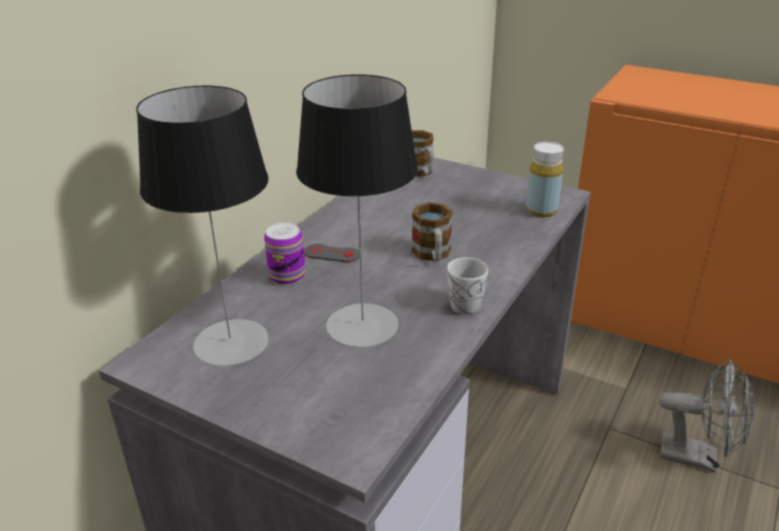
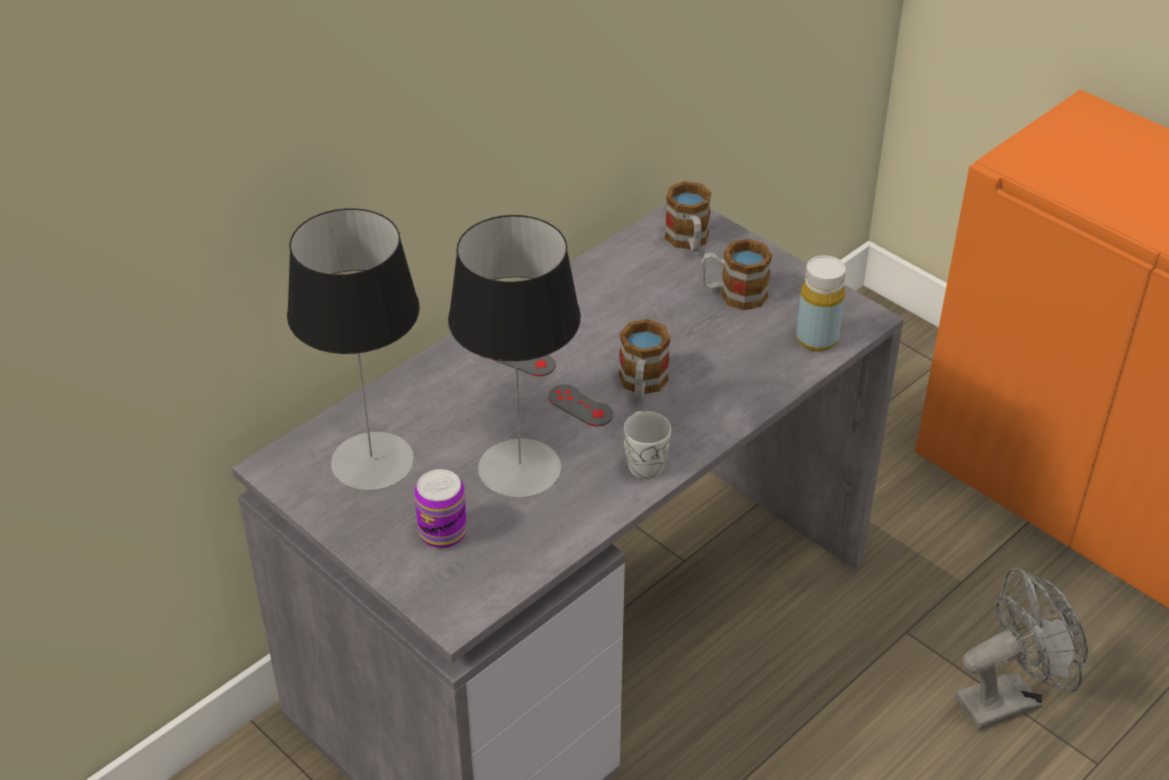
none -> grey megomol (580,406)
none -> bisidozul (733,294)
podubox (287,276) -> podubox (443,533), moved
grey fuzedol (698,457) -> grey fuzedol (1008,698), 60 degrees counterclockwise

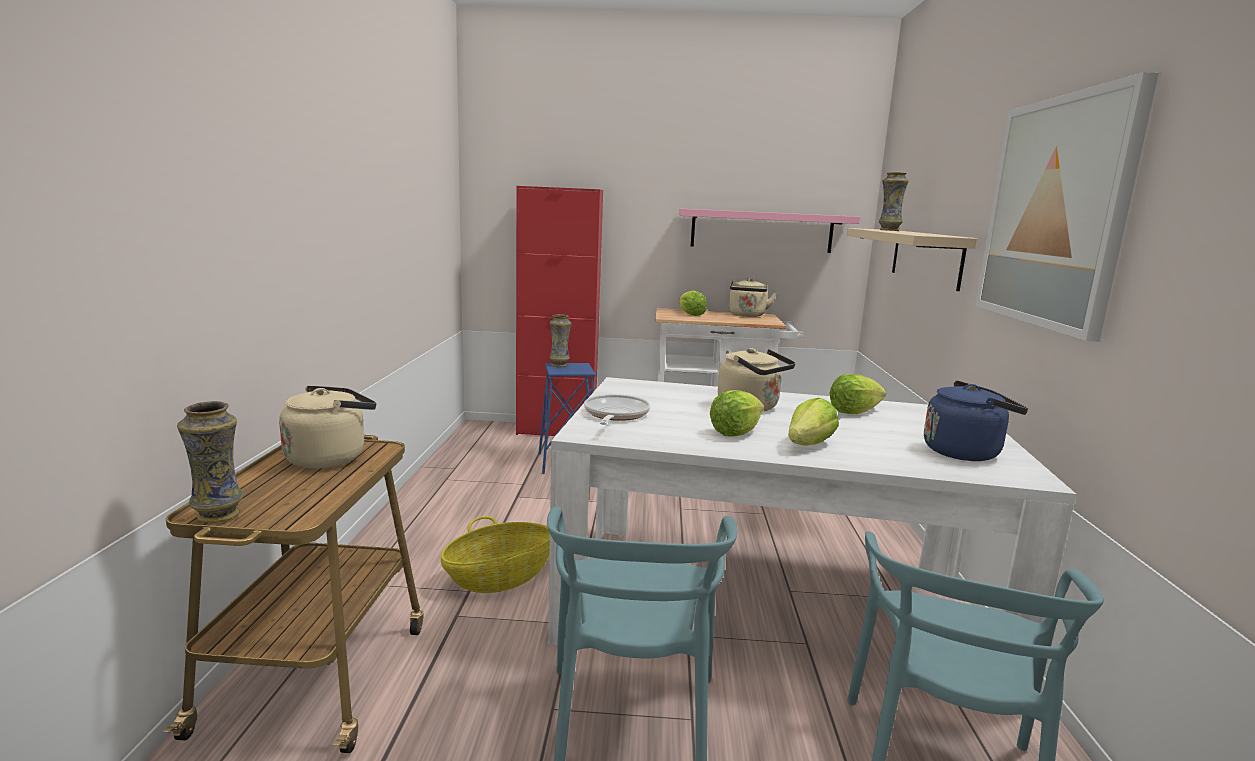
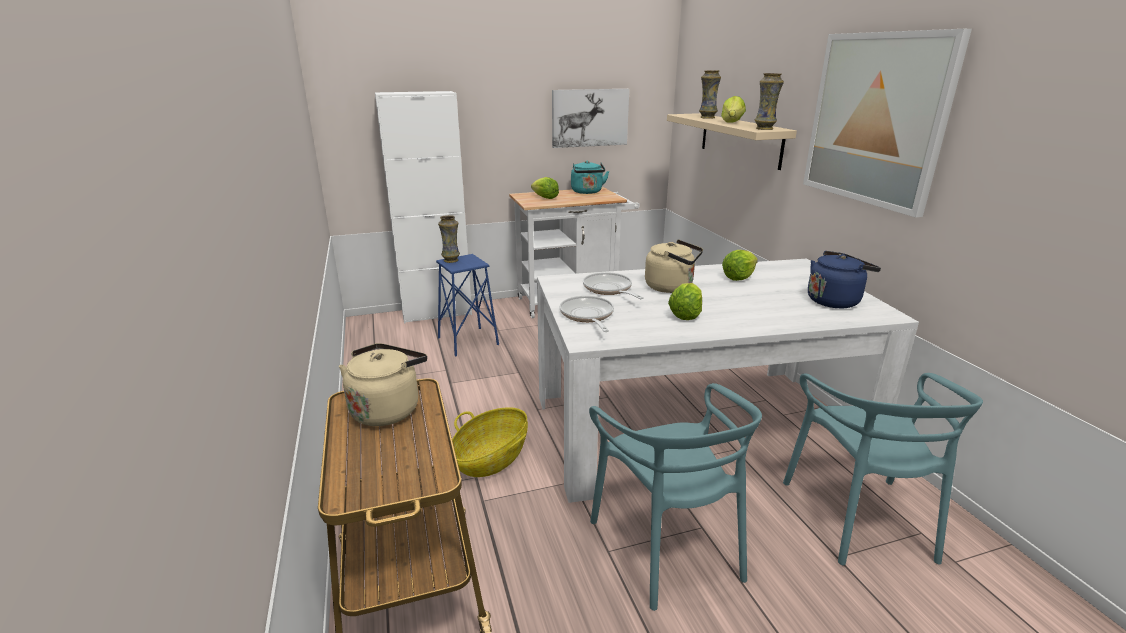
none -> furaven (609,289)
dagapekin (218,515) -> dagapekin (765,129), moved
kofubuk (808,445) -> kofubuk (732,122), moved
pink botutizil (761,231) -> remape (589,117)
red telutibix (556,431) -> white telutibix (437,313)
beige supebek (747,315) -> turquoise supebek (587,192)

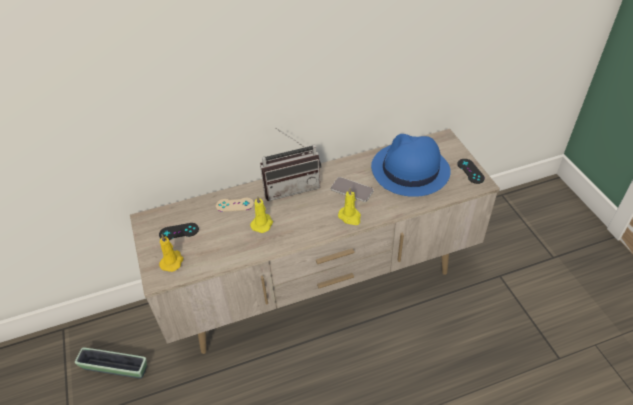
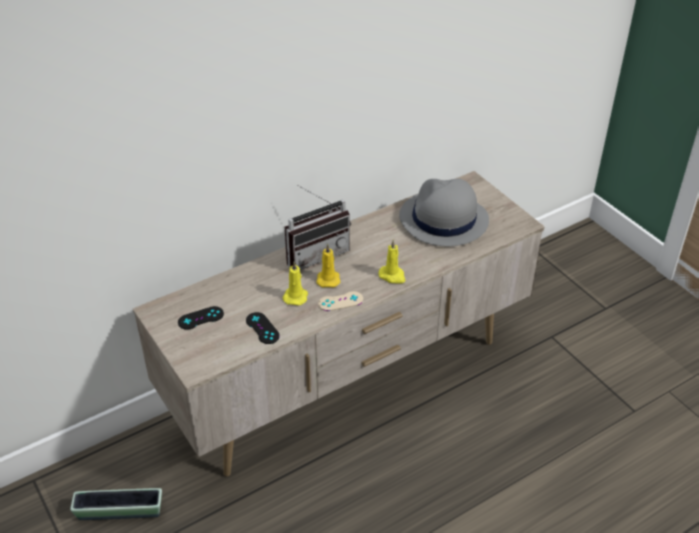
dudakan (352,190) -> none
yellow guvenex (172,261) -> yellow guvenex (328,279), moved
beige megomol (234,205) -> beige megomol (340,301), moved
black megomol (470,171) -> black megomol (262,328), moved
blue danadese (409,170) -> grey danadese (443,219)

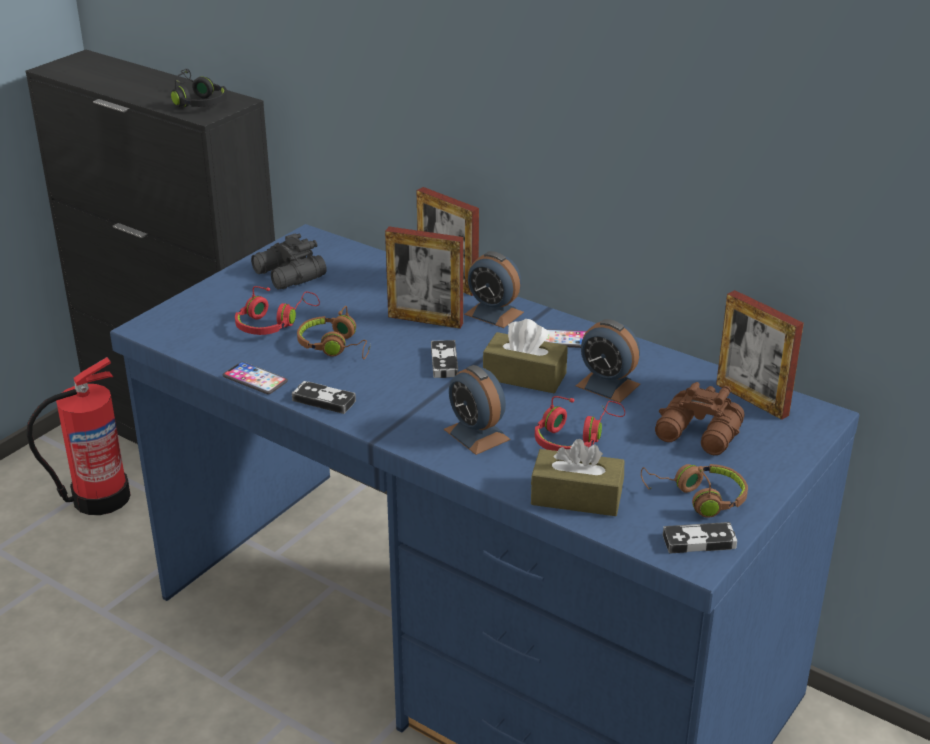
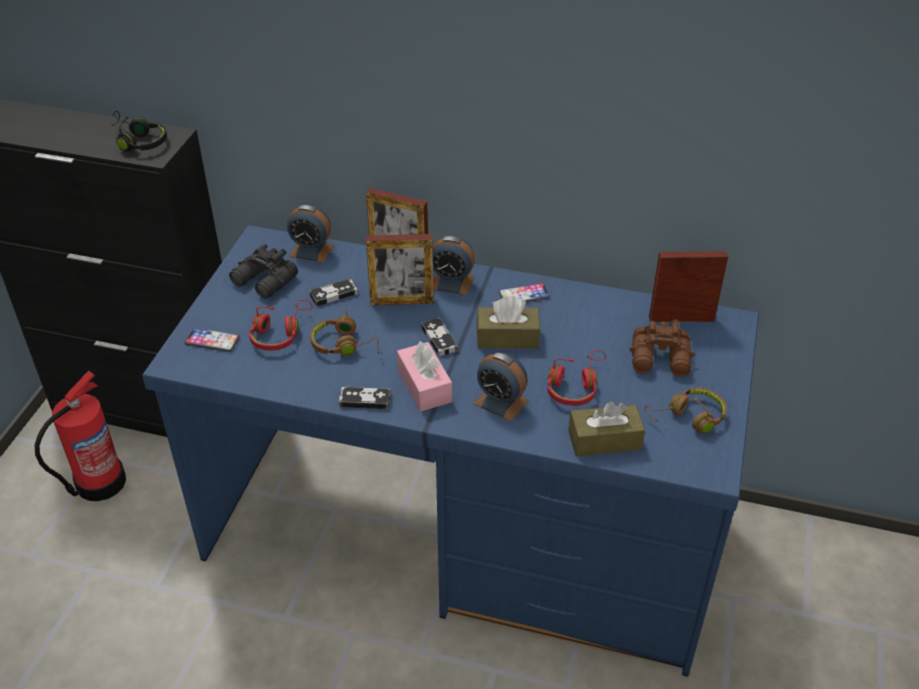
none -> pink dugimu (424,386)
dudakan (255,379) -> dudakan (212,340), moved
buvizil (607,385) -> buvizil (311,250), moved
megomol (699,541) -> megomol (333,294), moved
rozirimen (752,399) -> rozirimen (681,318), 150 degrees clockwise

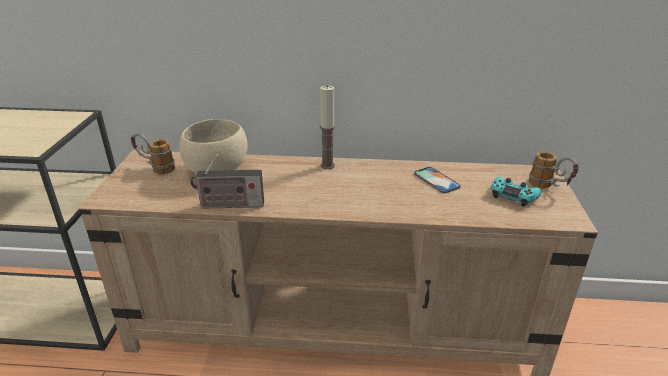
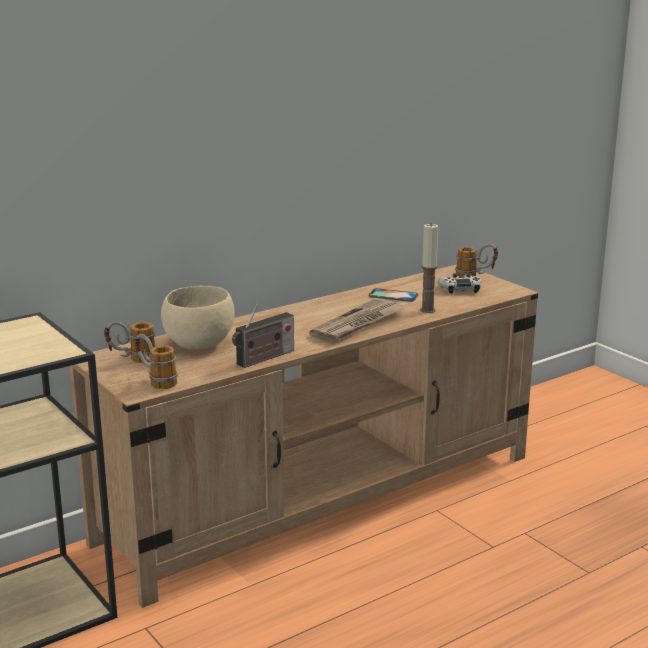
none -> bisidozul (155,380)
none -> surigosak (358,323)
guvenex (327,165) -> guvenex (427,310), moved
turquoise megomol (513,196) -> white megomol (460,289)

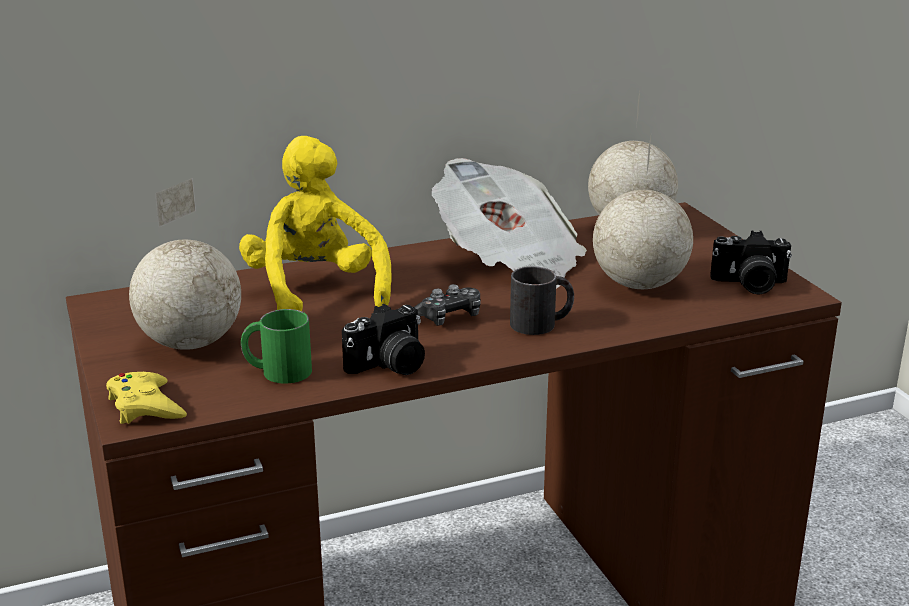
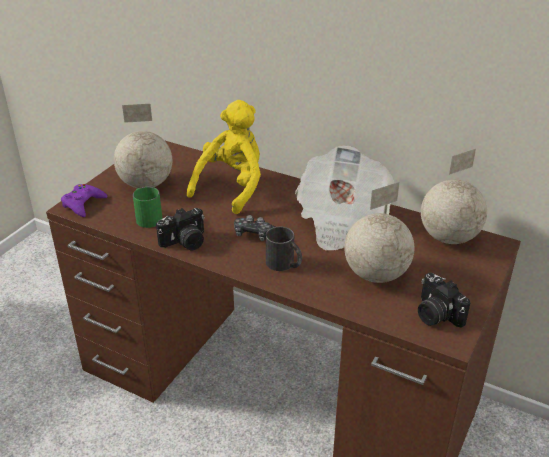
yellow megomol (145,406) -> purple megomol (83,204)
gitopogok (389,366) -> gitopogok (185,243), 45 degrees counterclockwise

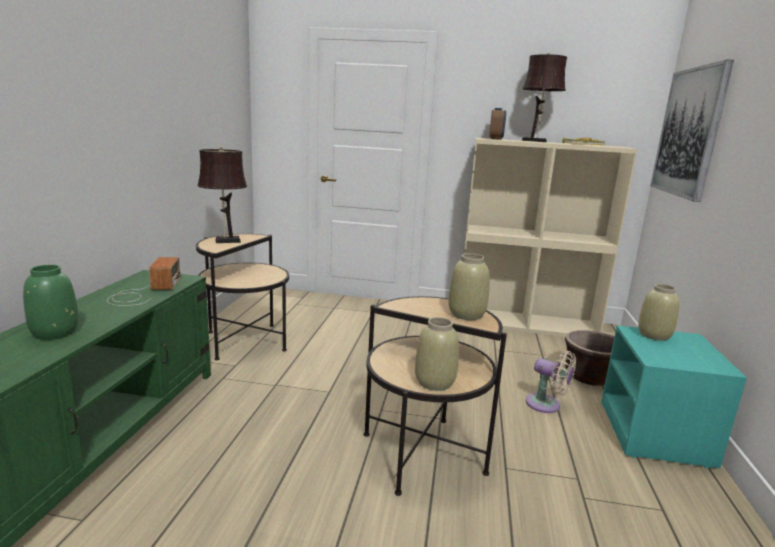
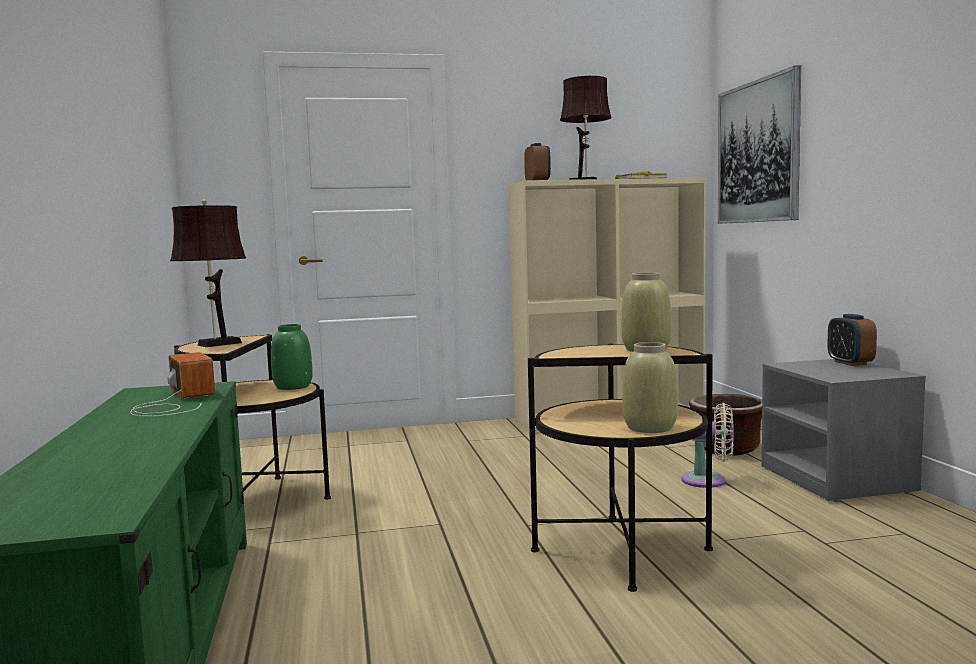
beige dagapekin (654,335) -> none
none -> buvizil (850,363)
green dagapekin (54,333) -> green dagapekin (292,387), moved
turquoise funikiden (656,434) -> grey funikiden (838,479)

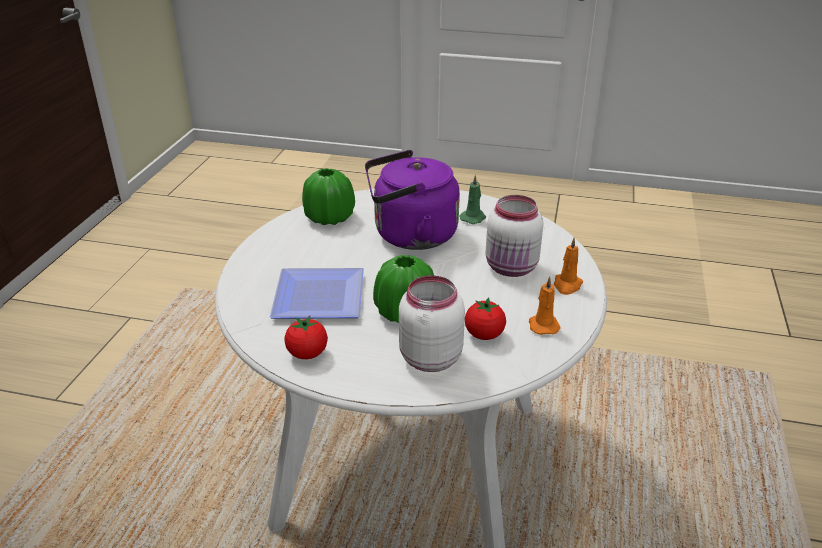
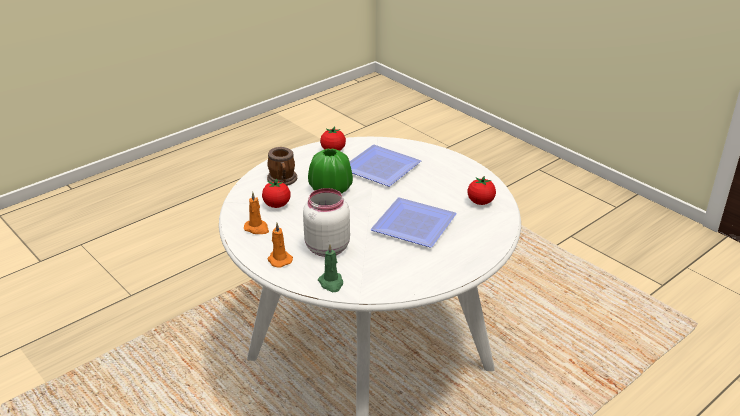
green guvenex (473,218) -> green guvenex (331,283), moved
green dagapekin (329,217) -> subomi (480,202)
purple supebek (410,236) -> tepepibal (417,224)
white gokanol (428,358) -> bisidozul (283,180)

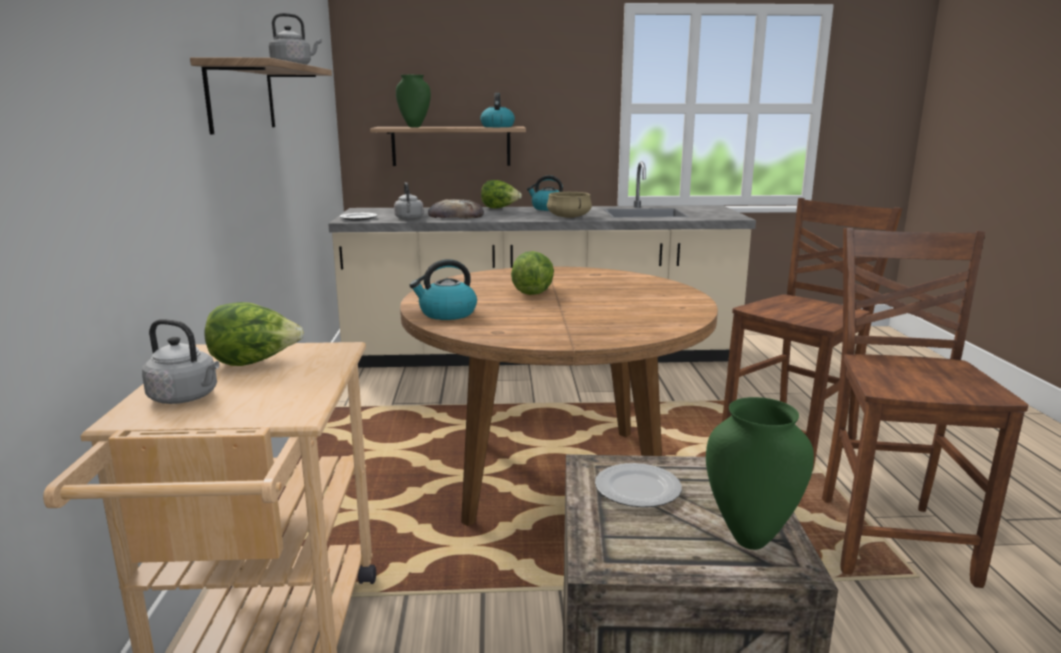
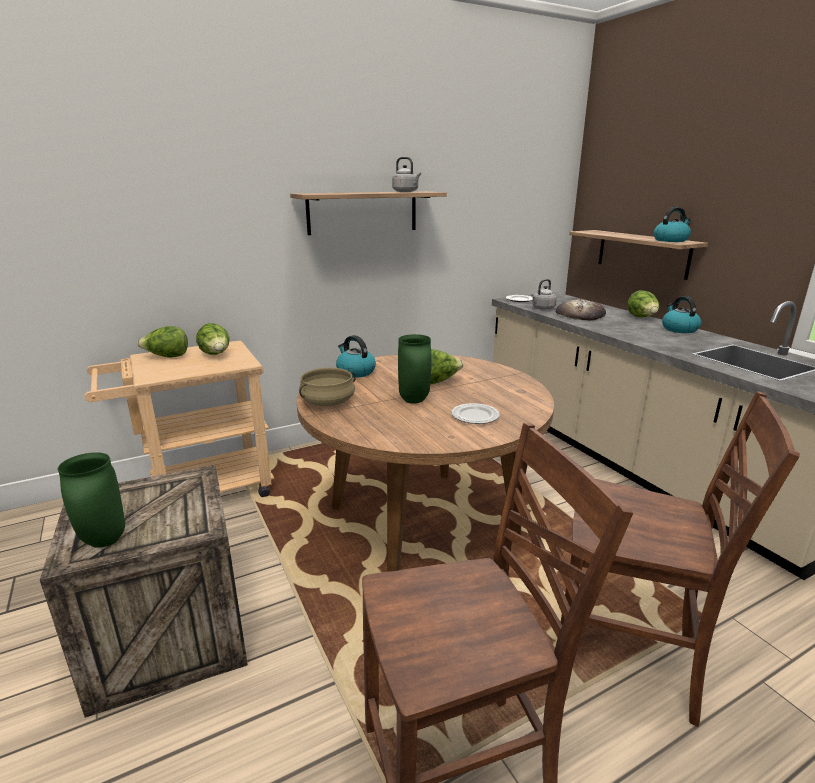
green dagapekin (414,127) -> green dagapekin (413,400), moved
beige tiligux (569,217) -> beige tiligux (328,402), moved
tepepibal (638,489) -> tepepibal (475,416), moved
grey supebek (186,398) -> kofubuk (167,357)

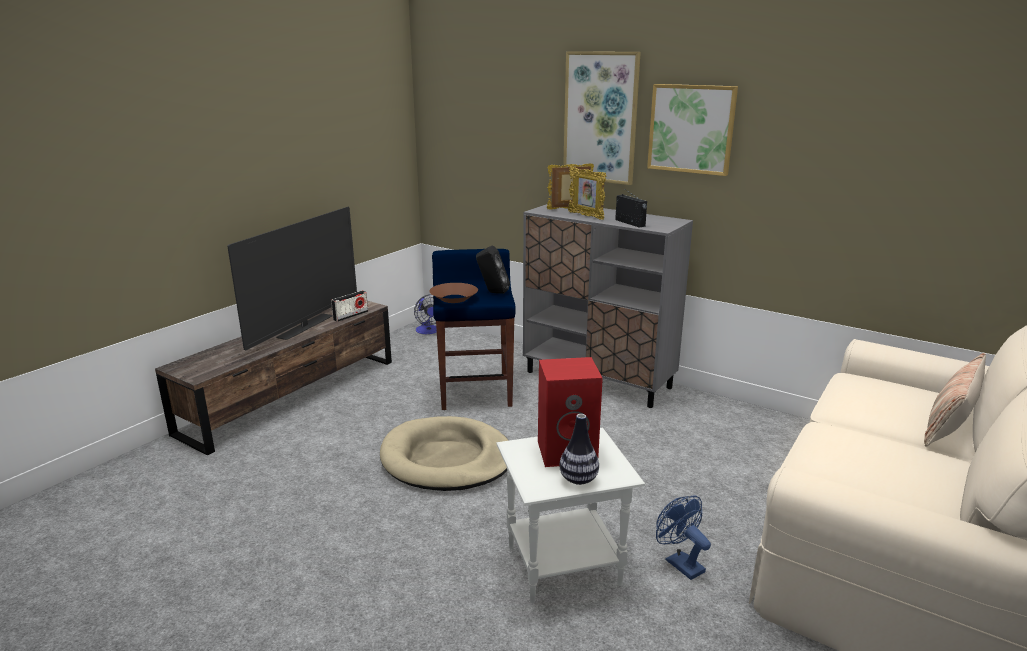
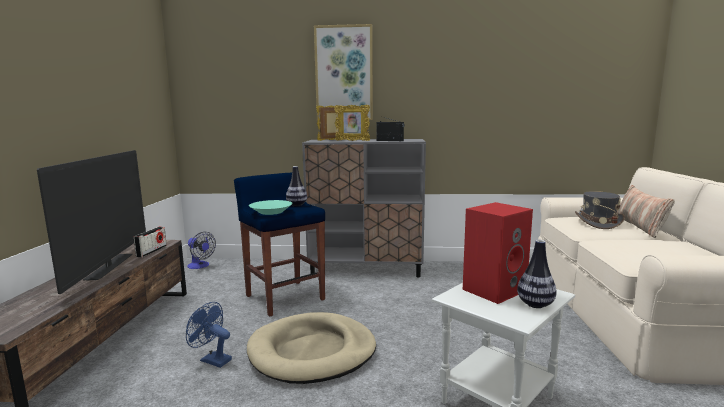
remape (691,129) -> none
none -> grey danadese (598,223)
blue fuzedol (679,563) -> blue fuzedol (212,360), moved
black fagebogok (492,292) -> dagapekin (296,205)
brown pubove (454,298) -> turquoise pubove (271,212)

